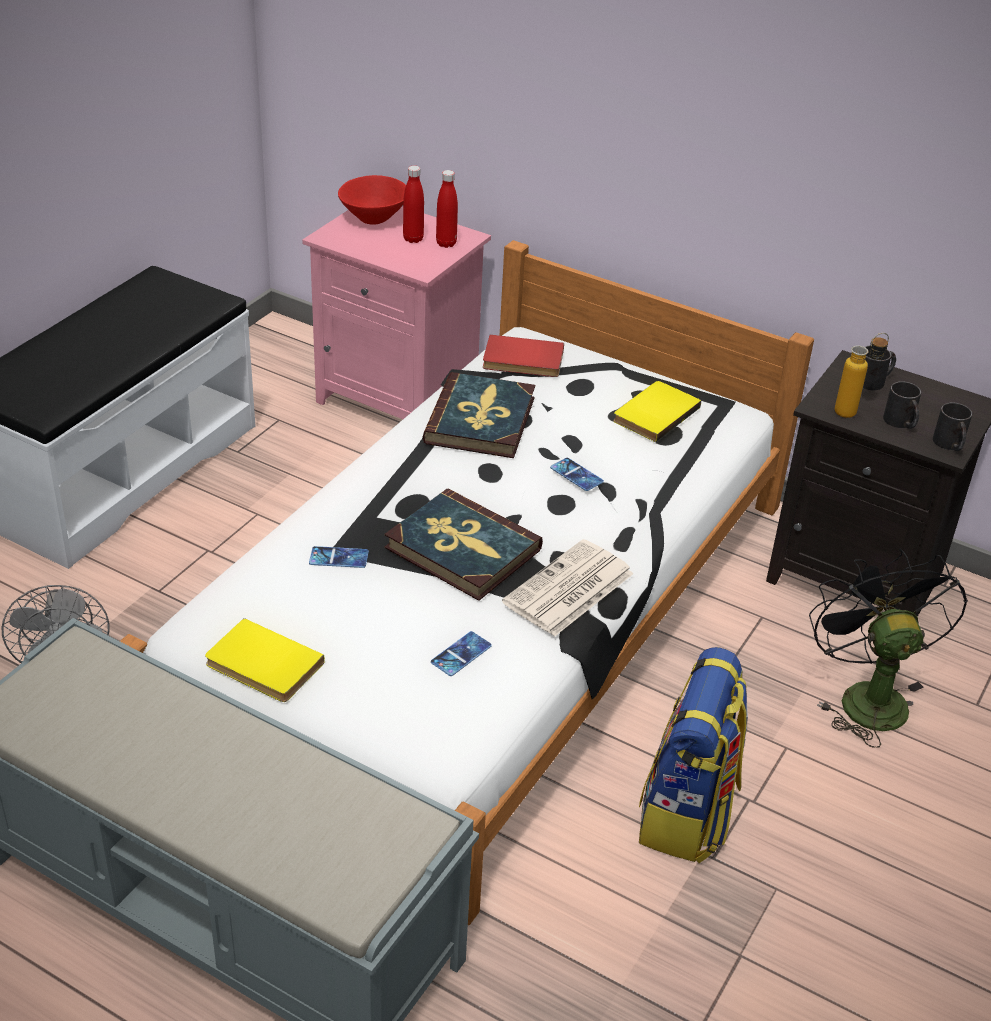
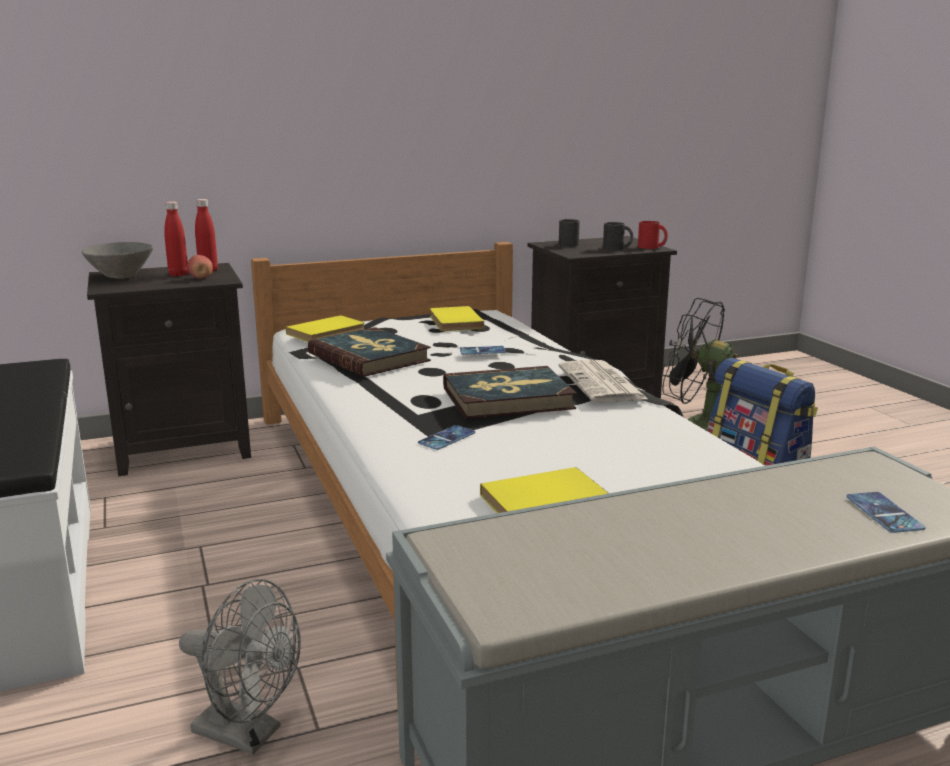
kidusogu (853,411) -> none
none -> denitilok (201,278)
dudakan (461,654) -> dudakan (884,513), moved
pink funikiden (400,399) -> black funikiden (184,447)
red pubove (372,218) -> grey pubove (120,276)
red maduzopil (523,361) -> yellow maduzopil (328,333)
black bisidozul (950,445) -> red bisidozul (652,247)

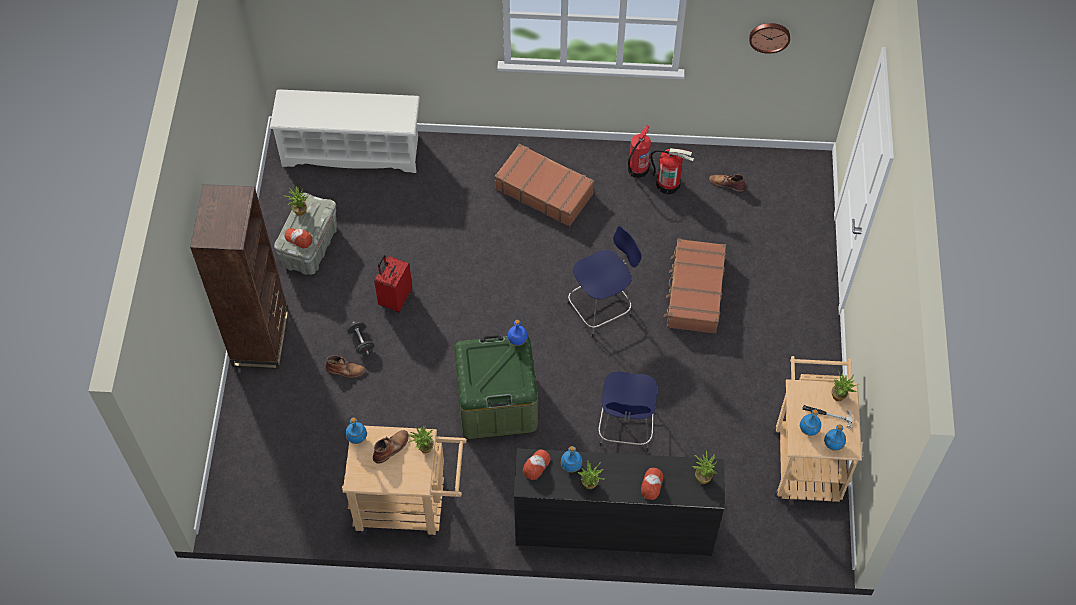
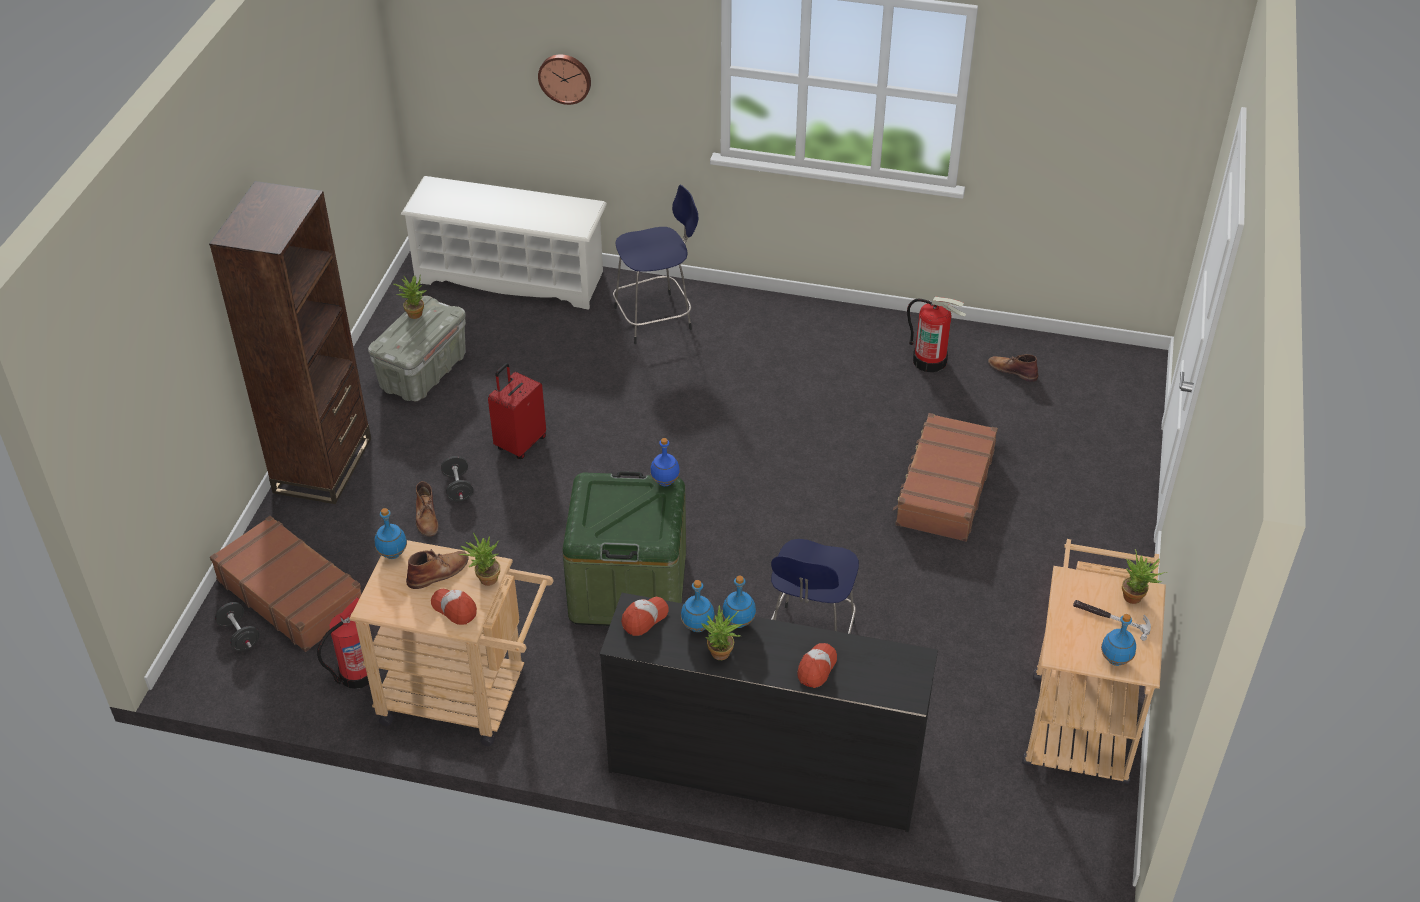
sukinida (703,476) -> none
none -> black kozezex (240,635)
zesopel (299,239) -> zesopel (454,608), moved
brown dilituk (544,191) -> brown dilituk (291,593), moved
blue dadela (601,309) -> blue dadela (656,318), moved
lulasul (637,169) -> lulasul (356,675), moved
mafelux (769,36) -> mafelux (565,78), moved
blue kidusogu (809,430) -> blue kidusogu (739,622), moved
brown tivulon (346,370) -> brown tivulon (426,517), 60 degrees clockwise

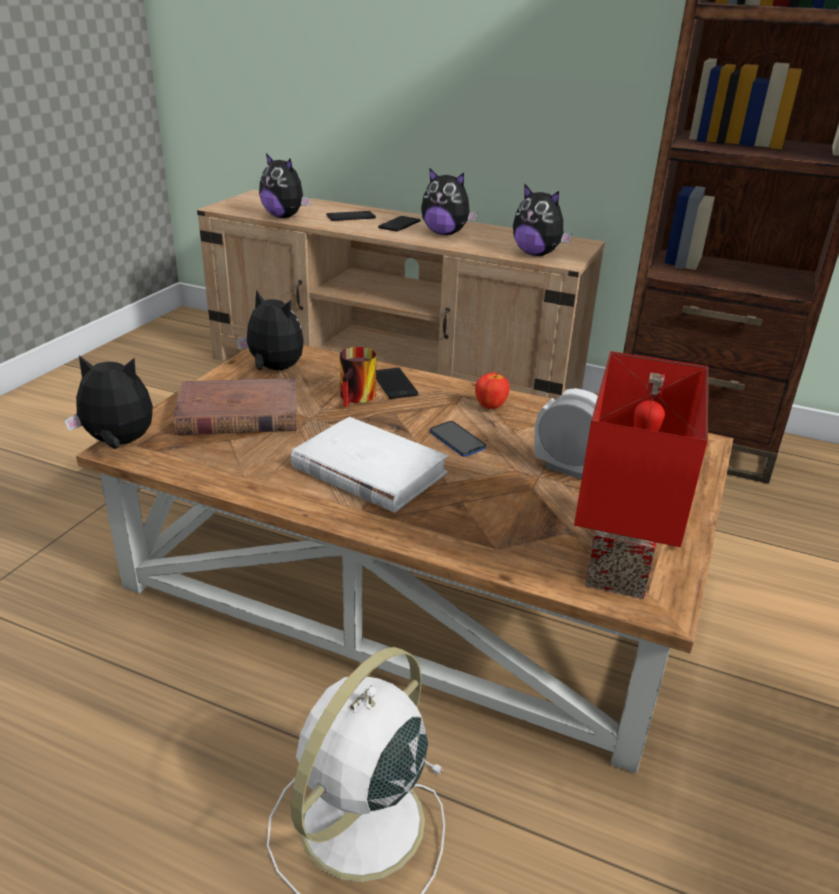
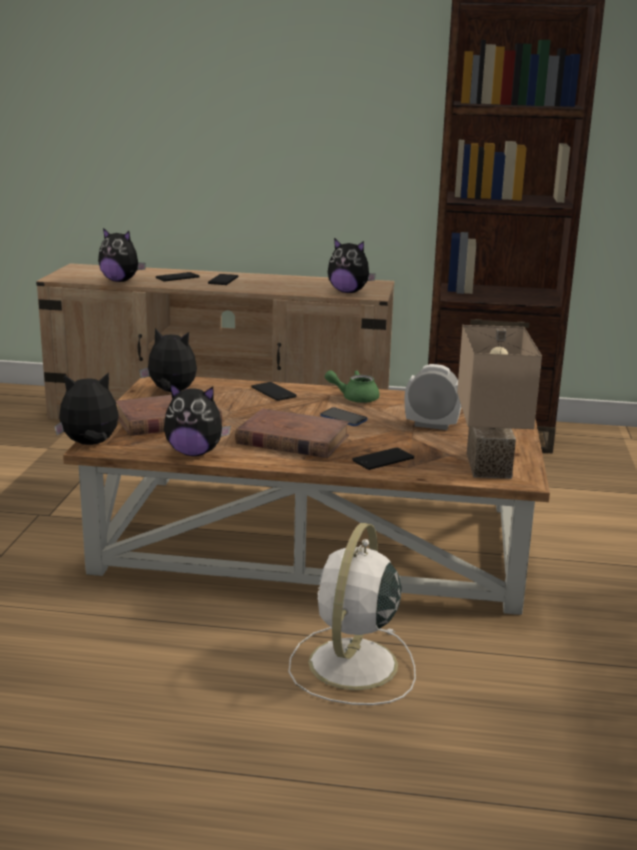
bisidozul (359,398) -> none
none -> dudakan (383,459)
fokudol (445,233) -> fokudol (195,453), moved
denitilok (490,407) -> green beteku (354,398)
white maduzopil (368,470) -> brown maduzopil (292,439)
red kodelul (613,562) -> beige kodelul (485,465)

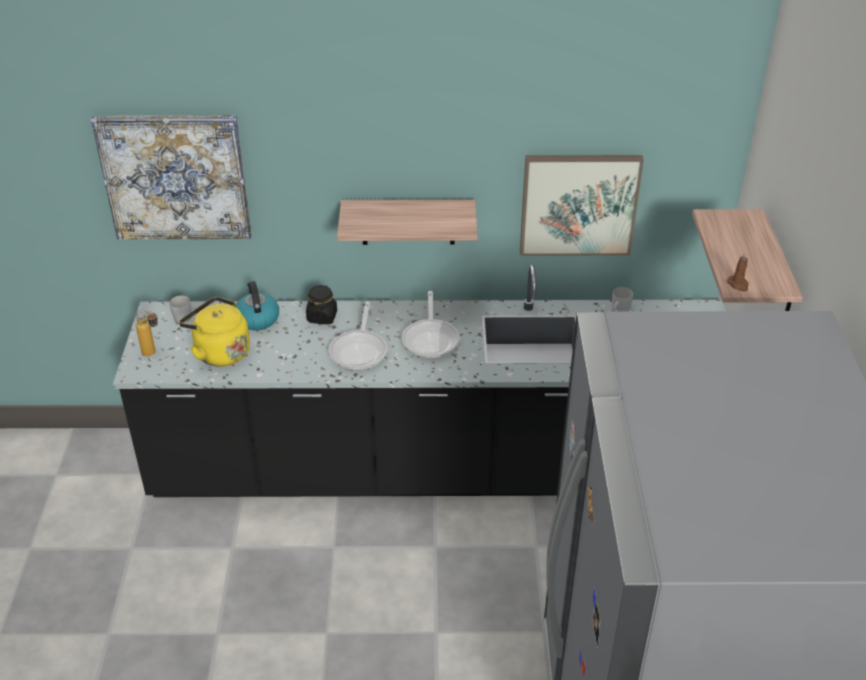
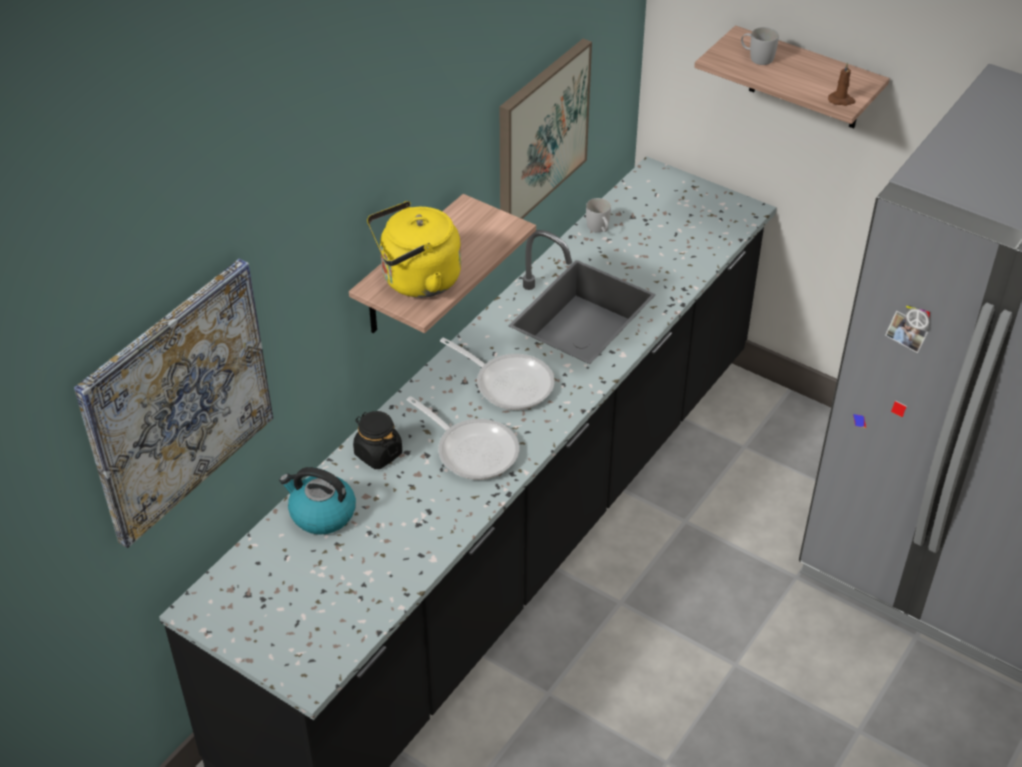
kidusogu (153,353) -> none
white bisidozul (183,316) -> white bisidozul (757,57), moved
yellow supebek (219,352) -> yellow supebek (416,281), moved

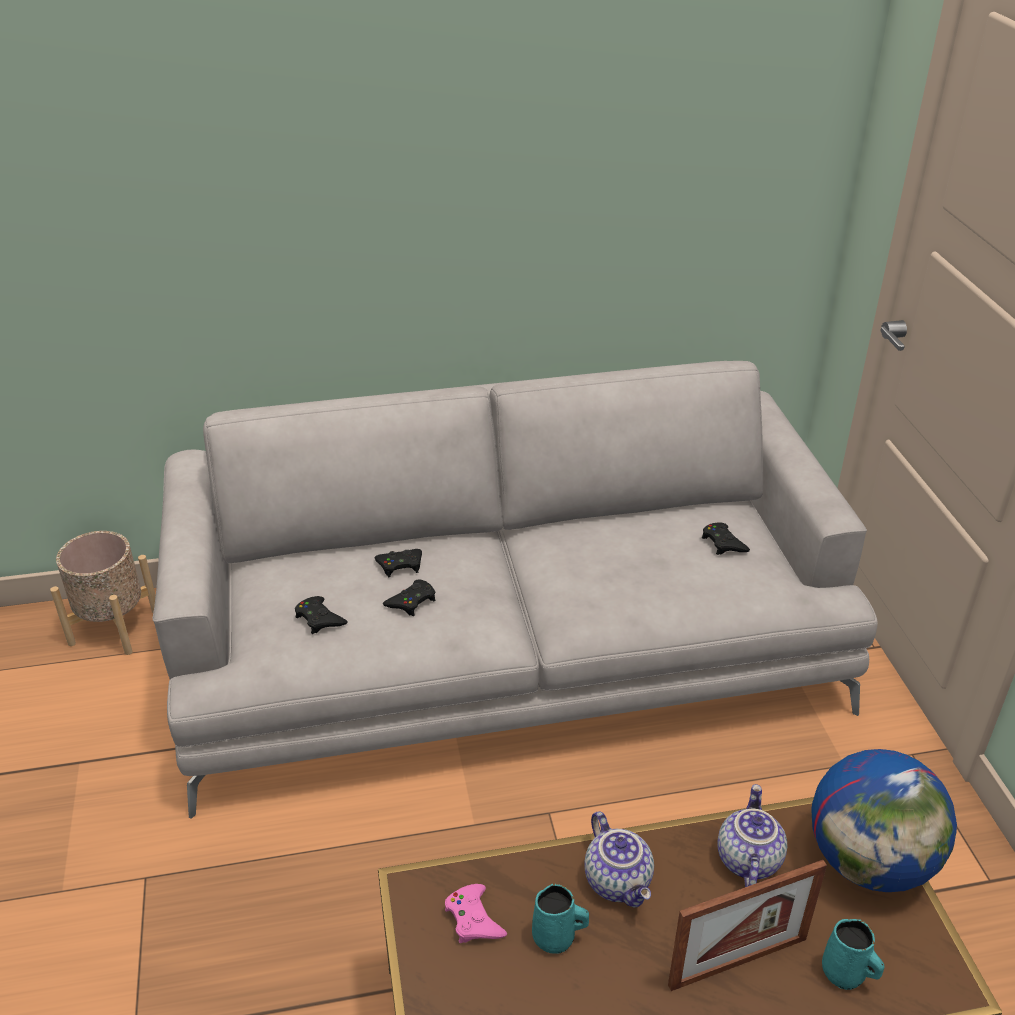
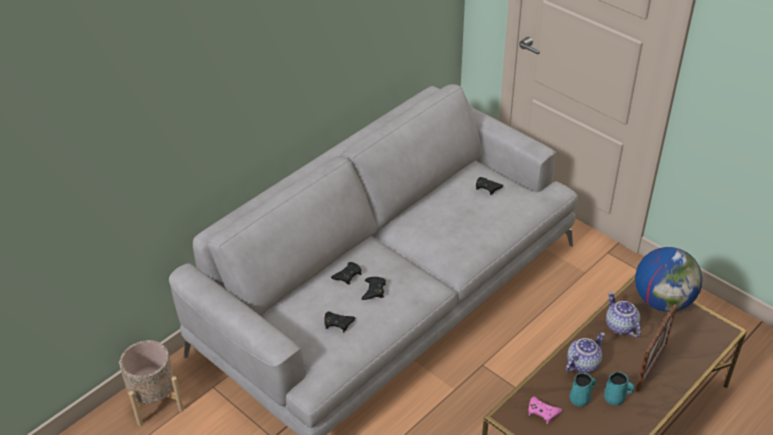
turquoise bisidozul (845,974) -> turquoise bisidozul (615,399), moved
beteku (619,881) -> beteku (582,363), 75 degrees counterclockwise

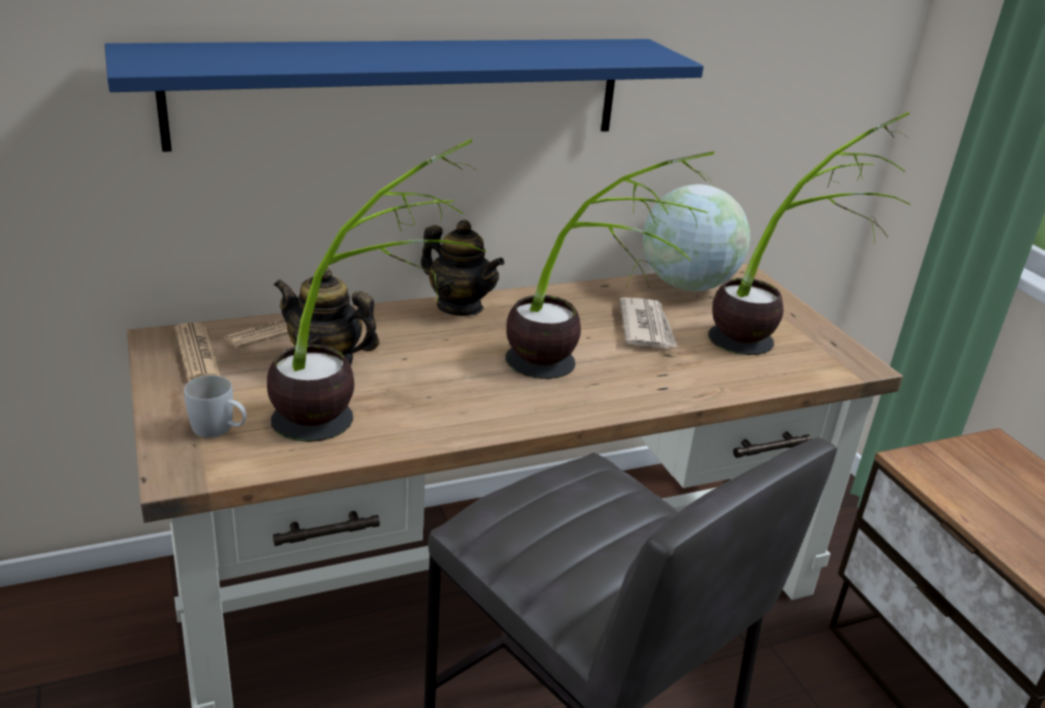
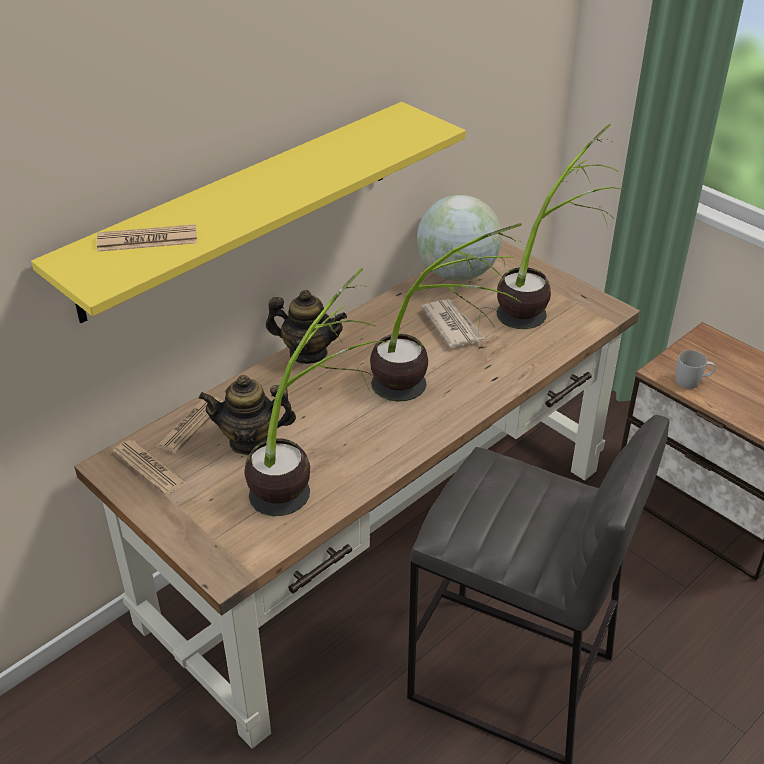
none -> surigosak (147,240)
white bisidozul (219,429) -> white bisidozul (692,381), moved
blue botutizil (404,91) -> yellow botutizil (241,208)

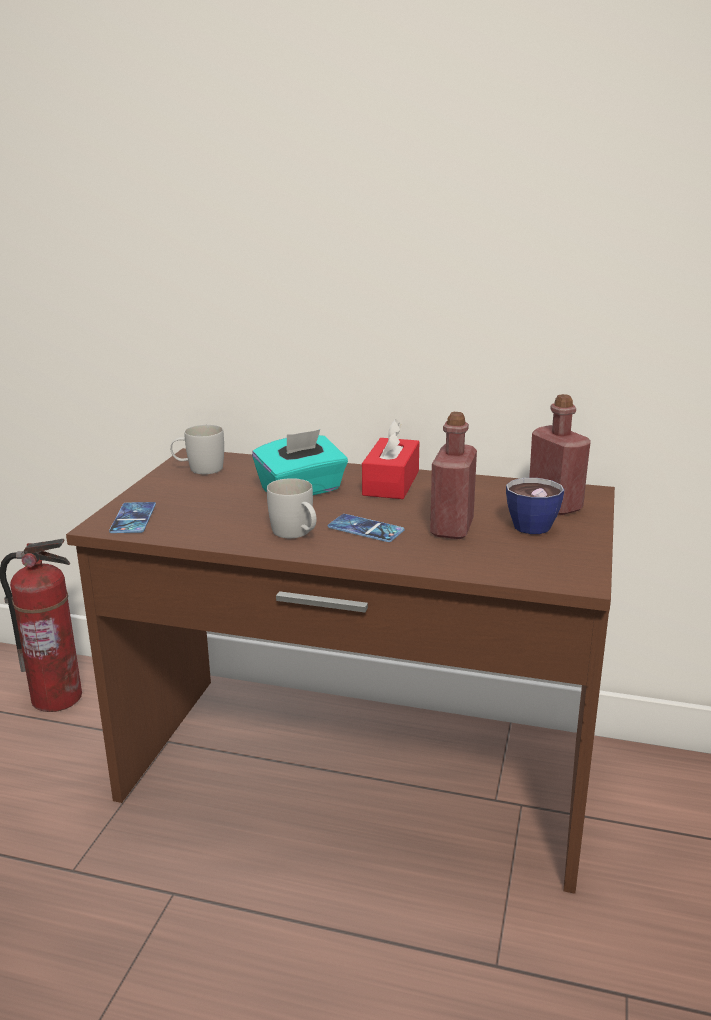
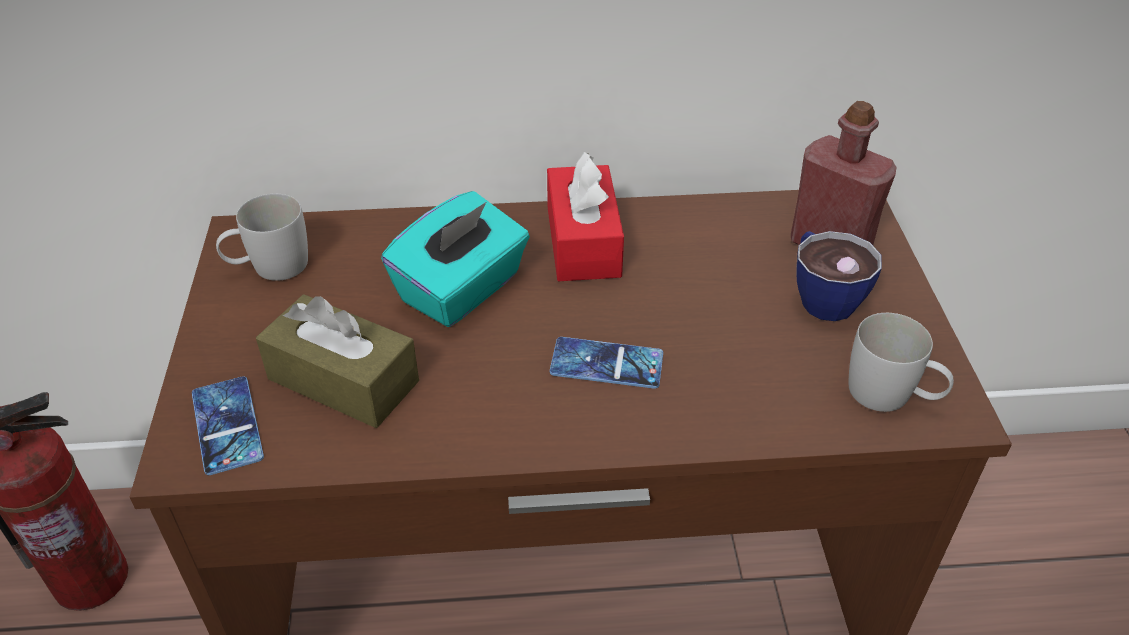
red kidusogu (452,528) -> none
none -> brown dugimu (343,380)
white bisidozul (296,533) -> white bisidozul (891,396), moved

